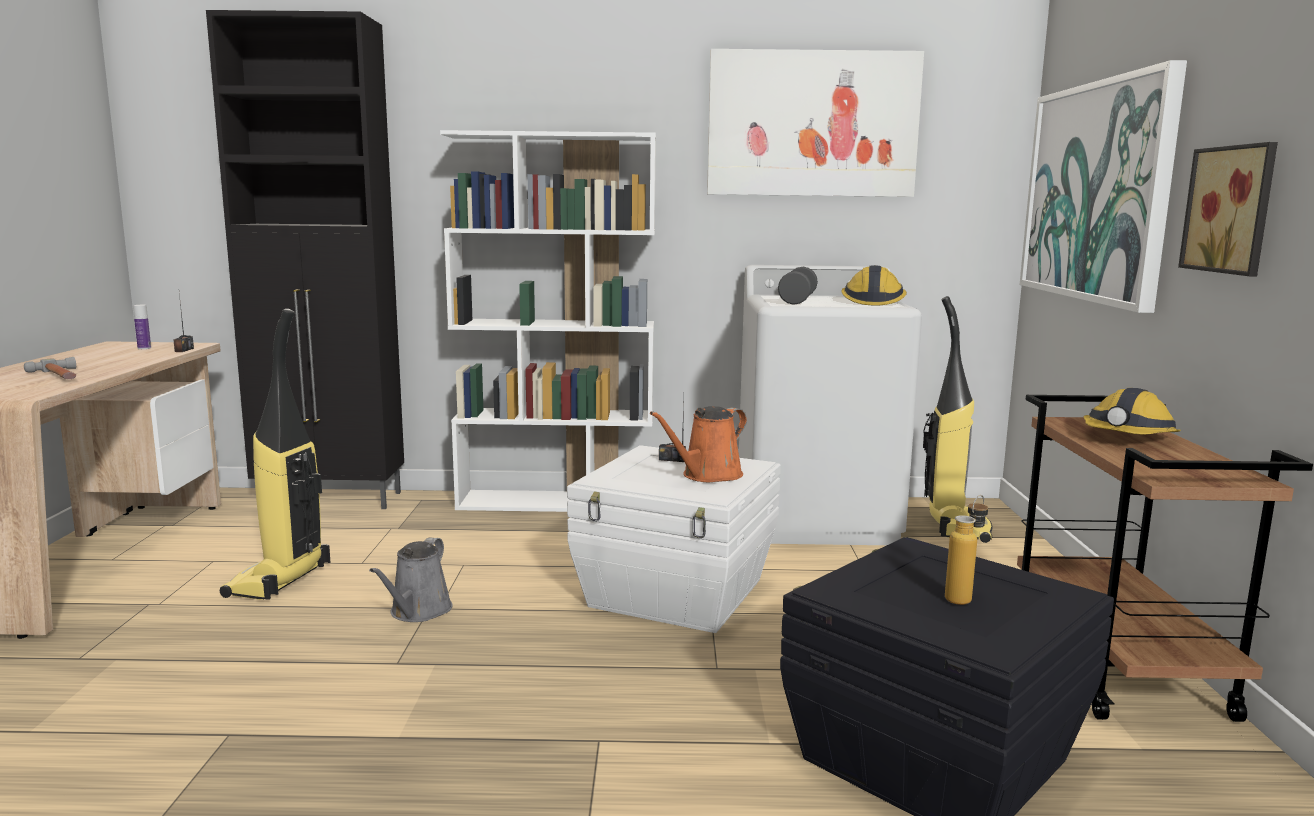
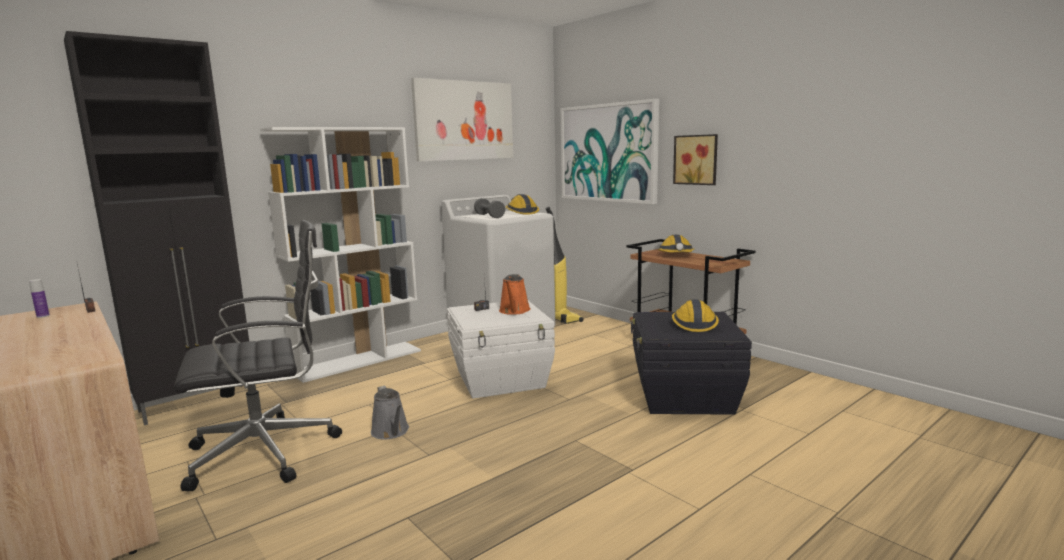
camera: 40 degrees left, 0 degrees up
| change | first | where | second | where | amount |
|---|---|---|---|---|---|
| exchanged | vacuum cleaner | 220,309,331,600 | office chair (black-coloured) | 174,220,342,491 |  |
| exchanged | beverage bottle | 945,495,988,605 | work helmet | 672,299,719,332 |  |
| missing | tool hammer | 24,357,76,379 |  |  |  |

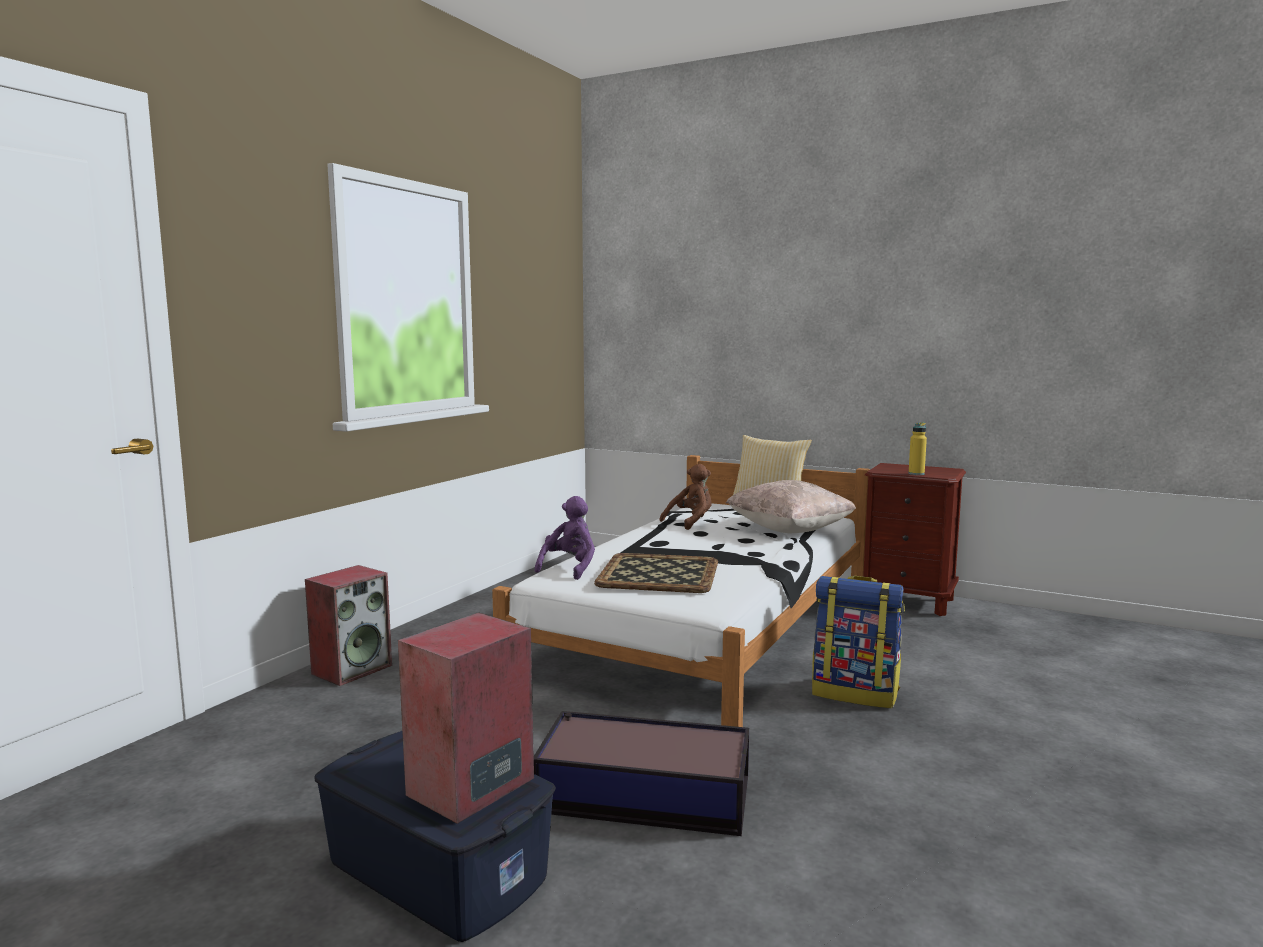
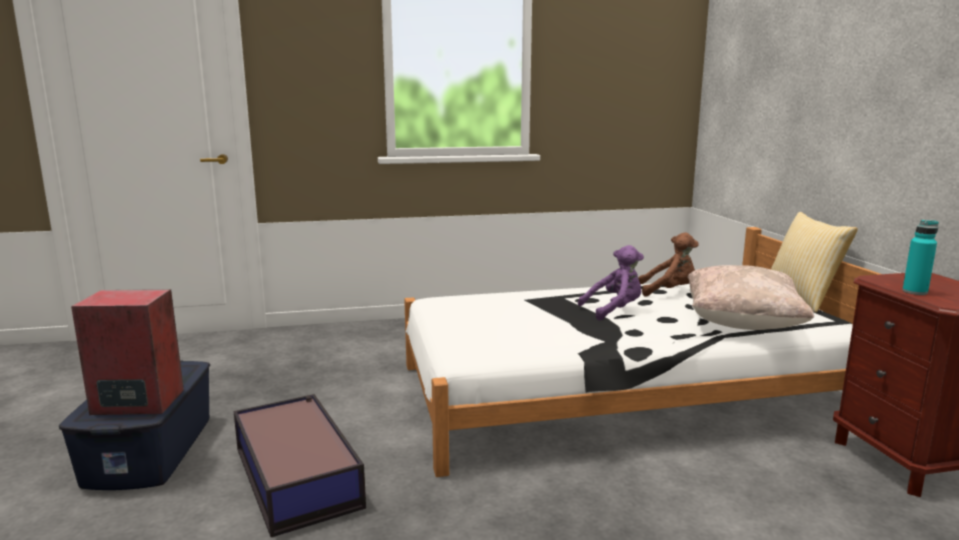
camera: 50 degrees right, 5 degrees up
| change | first | where | second | where | amount |
|---|---|---|---|---|---|
| relocated | cuddly toy (purple) | 535,496,595,580 |  | 578,245,644,320 |  |
| colour | beverage bottle (yellow) | 909,422,927,475 | beverage bottle (turquoise-coloured) | 902,220,938,295 |  |
| missing | audio speaker | 305,565,392,686 |  |  |  |
| missing | carrying tray | 594,553,718,593 |  |  |  |
| missing | rucksack | 812,576,905,708 |  |  |  |

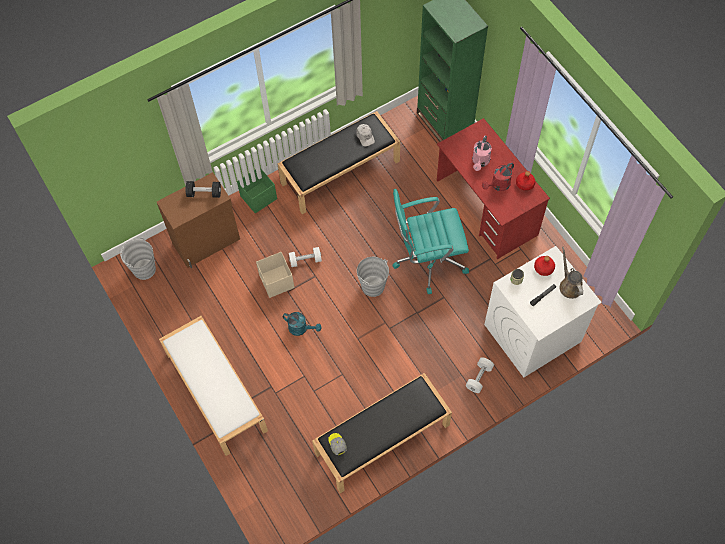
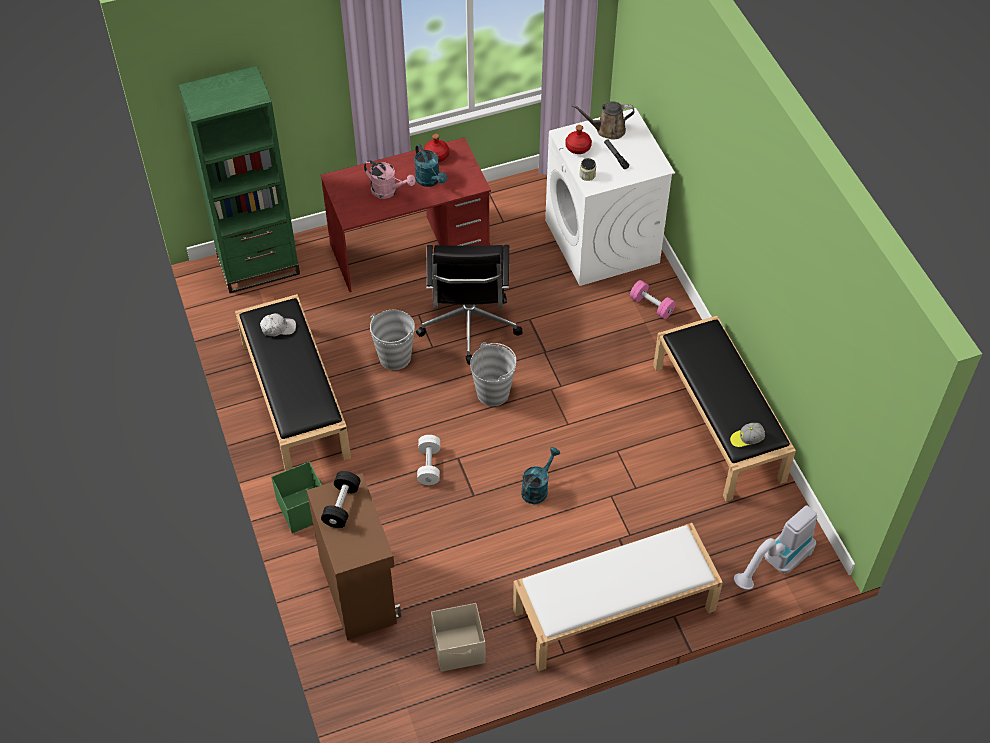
camera: 80 degrees left, 10 degrees down
| change | first | where | second | where | amount |
|---|---|---|---|---|---|
| relocated | water bucket (gray) | 120,237,156,280 |  | 370,310,415,370 |  |
| colour | watering pot (red-coloured) | 482,162,514,191 | watering pot (turquoise-coloured) | 414,144,447,187 |  |
| colour | office chair (turquoise-coloured) | 392,189,469,294 | office chair (black-coloured) | 416,245,522,365 |  |
| relocated | storage bin (sand-coloured) | 256,252,294,298 |  | 431,603,486,672 |  |
| colour | dumbbell (white-coloured) | 466,357,494,393 | dumbbell (pink) | 630,280,676,319 |  |
| appeared |  |  | vacuum cleaner | 734,506,817,590 |  |

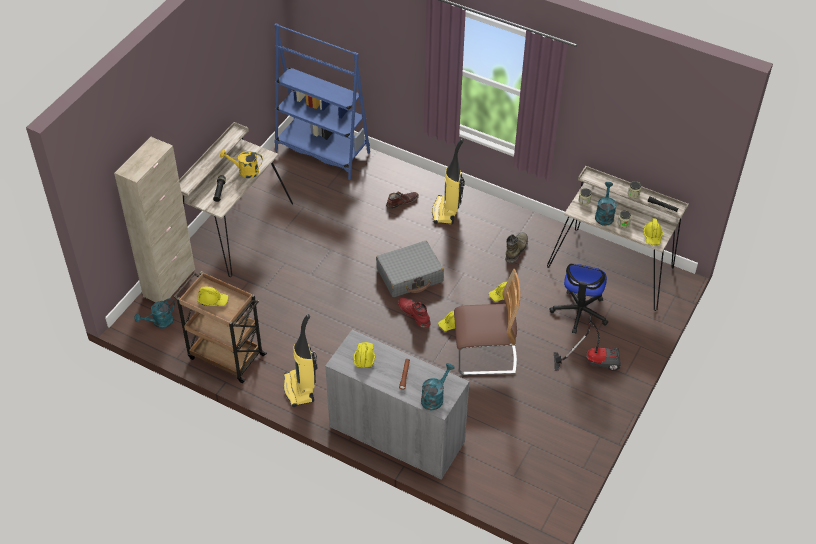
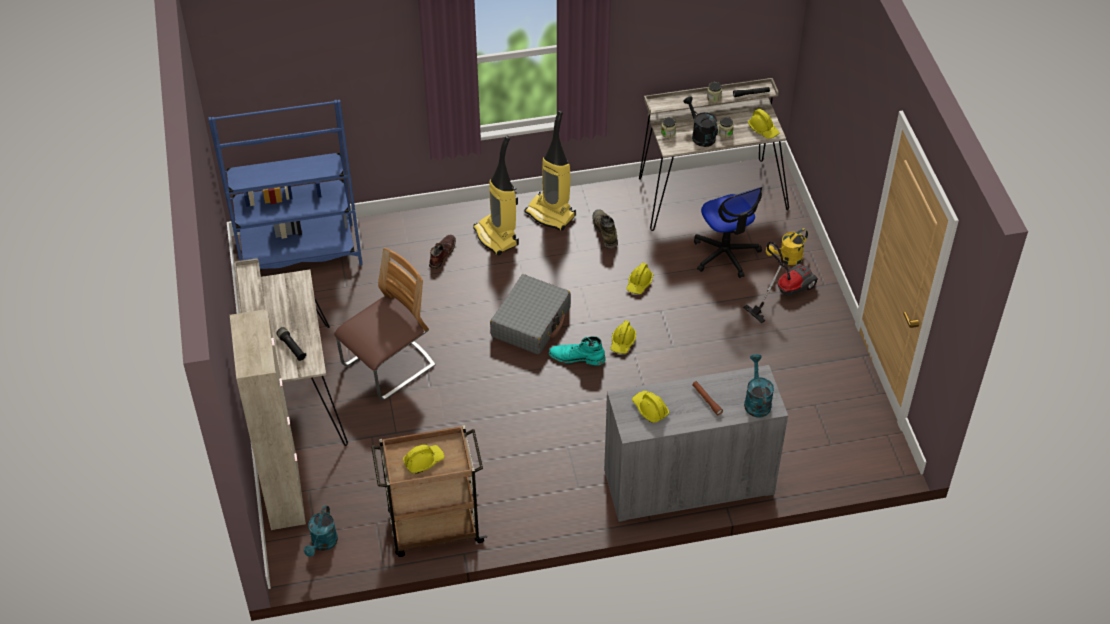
camera: 40 degrees left, 0 degrees up
| change | first | where | second | where | amount |
|---|---|---|---|---|---|
| relocated | chair | 454,269,520,375 |  | 334,248,435,400 |  |
| relocated | vacuum cleaner | 284,314,317,407 |  | 525,110,576,231 |  |
| colour | boot (red-coloured) | 398,298,431,328 | boot (turquoise-coloured) | 549,336,606,365 |  |
| colour | watering pot (turquoise-coloured) | 595,182,617,226 | watering pot (black-coloured) | 683,96,718,147 |  |
| relocated | watering pot (yellow) | 220,150,263,178 |  | 766,229,808,265 |  |

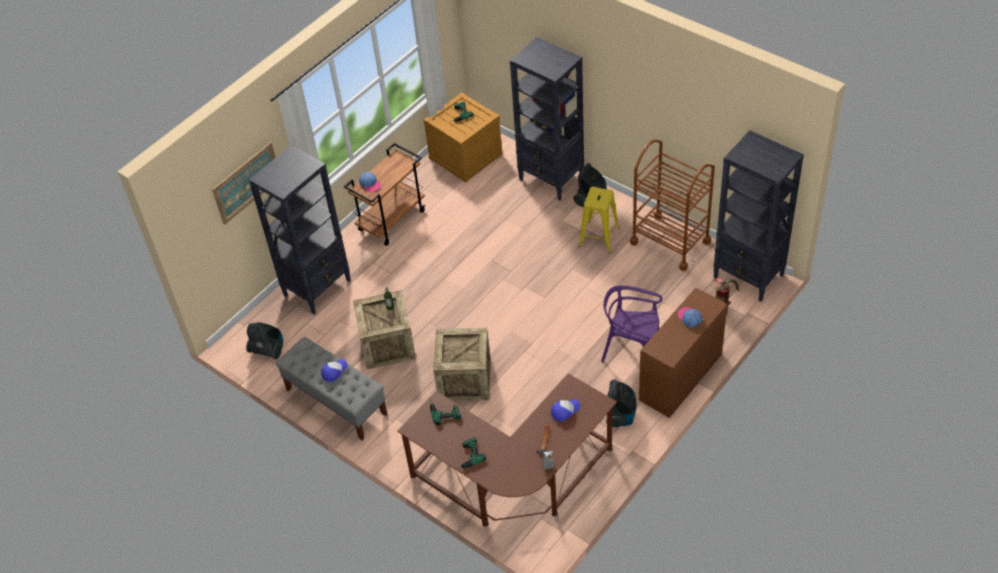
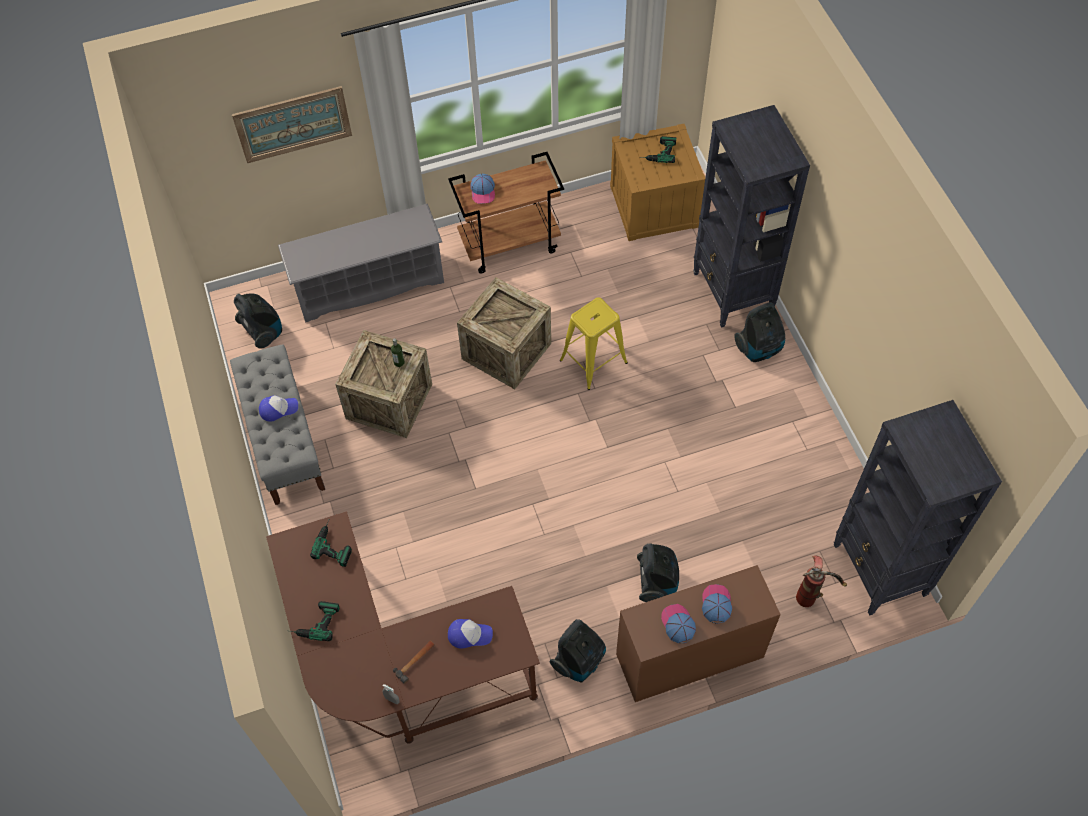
camera: 30 degrees right, 10 degrees up
| change | first | where | second | where | amount |
|---|---|---|---|---|---|
| exchanged | bookcase (black-coloured) | 249,145,351,314 | shoe shelf (gray) | 278,204,444,323 |  |
| relocated | shipping crate | 433,328,491,401 |  | 457,277,551,389 |  |
| relocated | stool seat (yellow) | 578,187,620,253 |  | 560,297,628,390 |  |
| exchanged | chair (purple) | 601,285,663,363 | vacuum cleaner | 637,543,679,602 |  |
| appeared |  |  | baseball cap | 661,604,696,643 |  |
| missing | cart (brown-coloured) | 630,139,715,271 |  |  |  |

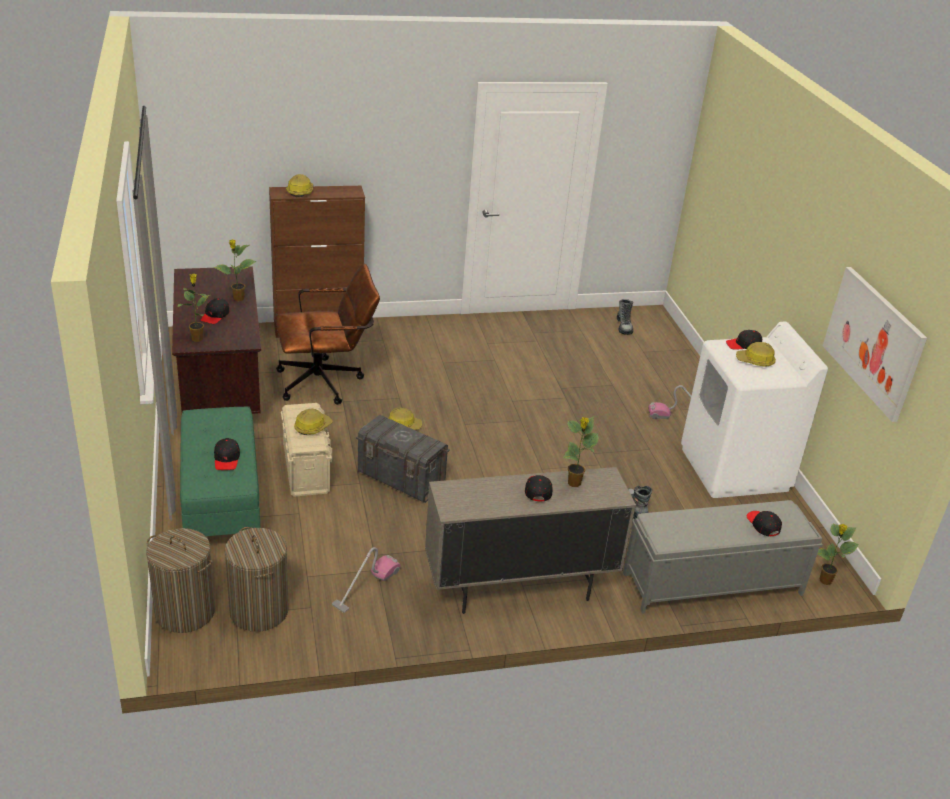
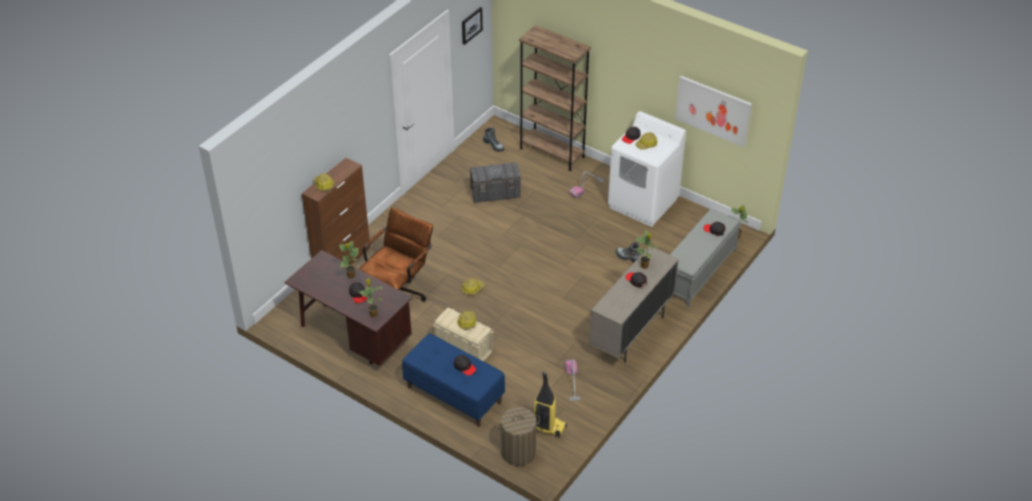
camera: 40 degrees left, 10 degrees up
| change | first | where | second | where | amount |
|---|---|---|---|---|---|
| colour | long seat (green-coloured) | 180,406,260,536 | long seat (blue-coloured) | 402,334,505,427 |  |
| appeared |  |  | wall art | 462,7,483,45 |  |
| relocated | storage bin (gray) | 356,415,450,503 |  | 469,162,521,203 |  |
| appeared |  |  | bookcase (brown-coloured) | 519,25,591,171 |  |
| exchanged | washing basket | 224,527,289,632 | vacuum cleaner | 534,371,567,438 |  |

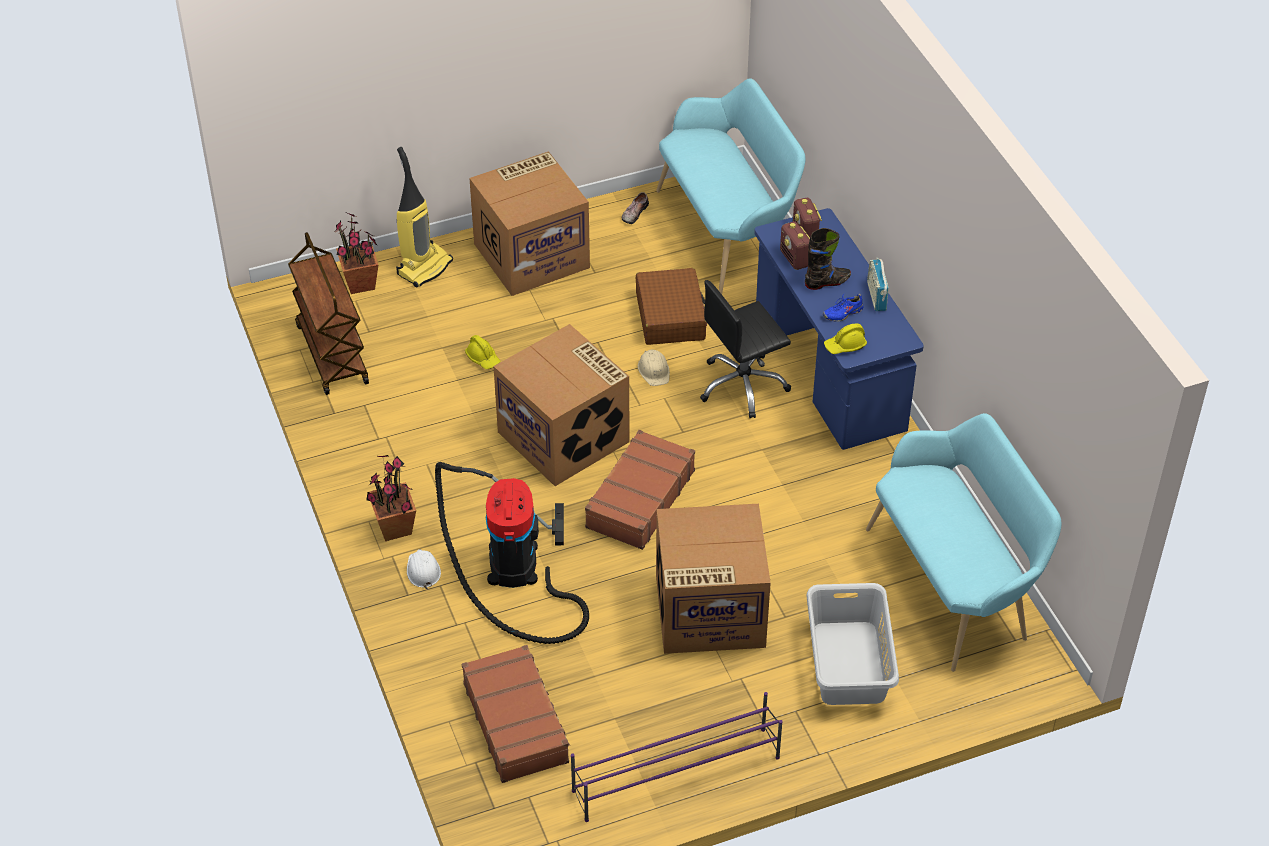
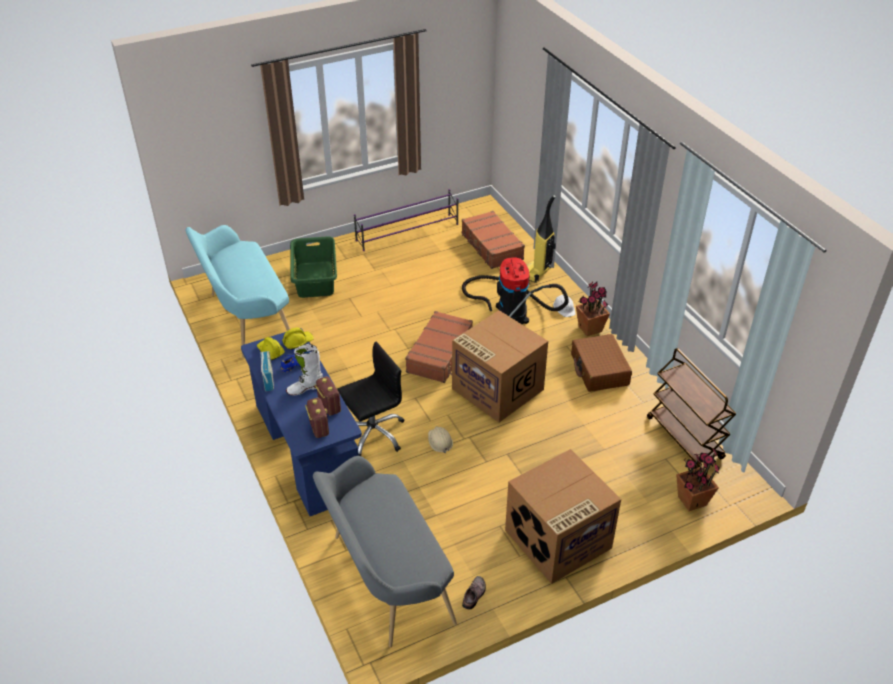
camera: 175 degrees right, 5 degrees down
| change | first | where | second | where | amount |
|---|---|---|---|---|---|
| relocated | work helmet (yellow) | 465,335,500,369 |  | 257,337,285,360 |  |
| colour | boot (black-coloured) | 805,228,851,290 | boot (white-coloured) | 286,344,323,395 |  |
| colour | washing basket (gray) | 806,583,899,705 | washing basket (green-coloured) | 290,236,337,298 |  |
| colour | long seat (turquoise-coloured) | 656,78,806,294 | long seat (gray) | 313,456,457,647 |  |
| relocated | vacuum cleaner | 396,147,453,287 |  | 527,195,556,283 |  |
| relocated | travel case (brown-coloured) | 635,268,707,345 |  | 571,334,632,392 |  |
| missing | packing box | 656,504,771,654 |  |  |  |

